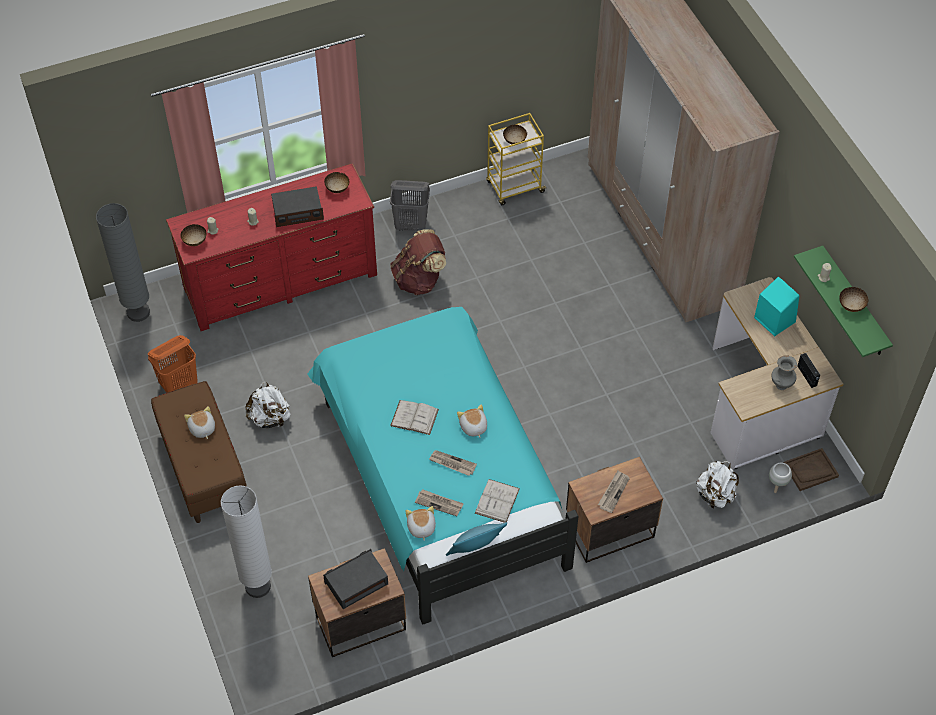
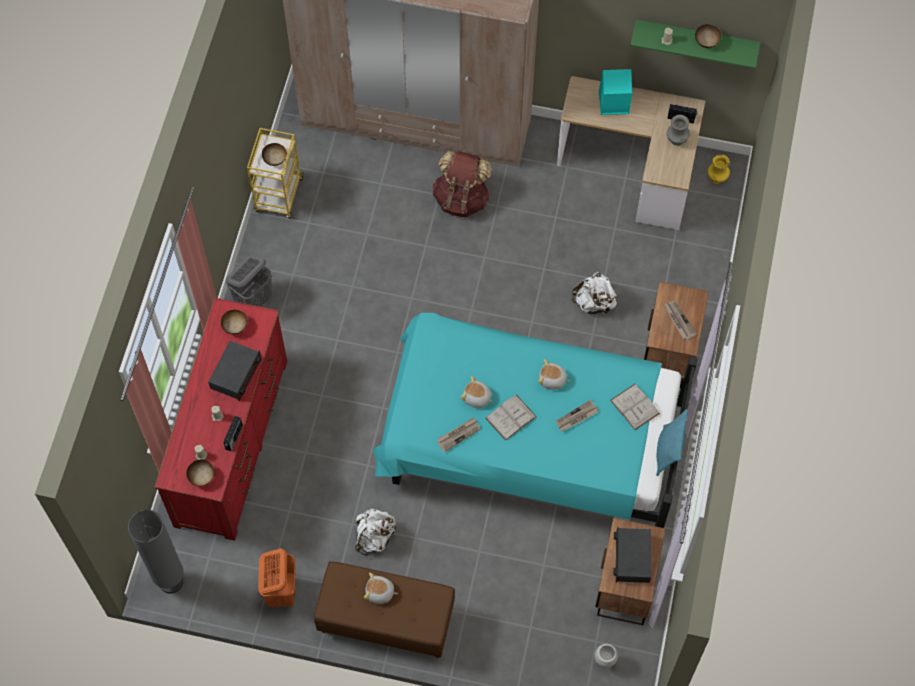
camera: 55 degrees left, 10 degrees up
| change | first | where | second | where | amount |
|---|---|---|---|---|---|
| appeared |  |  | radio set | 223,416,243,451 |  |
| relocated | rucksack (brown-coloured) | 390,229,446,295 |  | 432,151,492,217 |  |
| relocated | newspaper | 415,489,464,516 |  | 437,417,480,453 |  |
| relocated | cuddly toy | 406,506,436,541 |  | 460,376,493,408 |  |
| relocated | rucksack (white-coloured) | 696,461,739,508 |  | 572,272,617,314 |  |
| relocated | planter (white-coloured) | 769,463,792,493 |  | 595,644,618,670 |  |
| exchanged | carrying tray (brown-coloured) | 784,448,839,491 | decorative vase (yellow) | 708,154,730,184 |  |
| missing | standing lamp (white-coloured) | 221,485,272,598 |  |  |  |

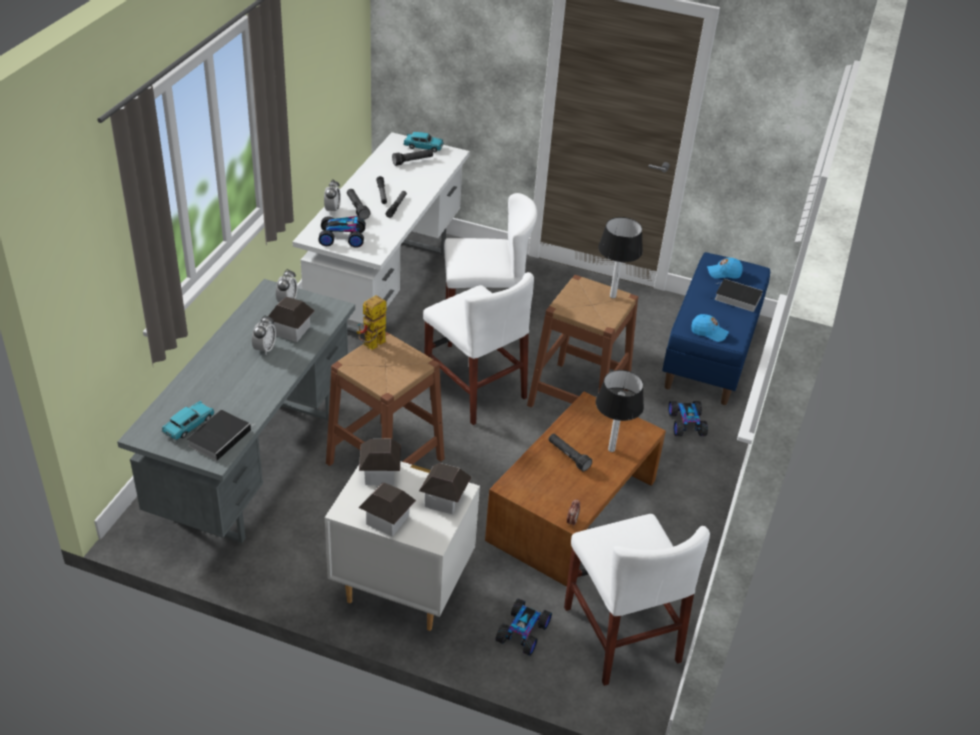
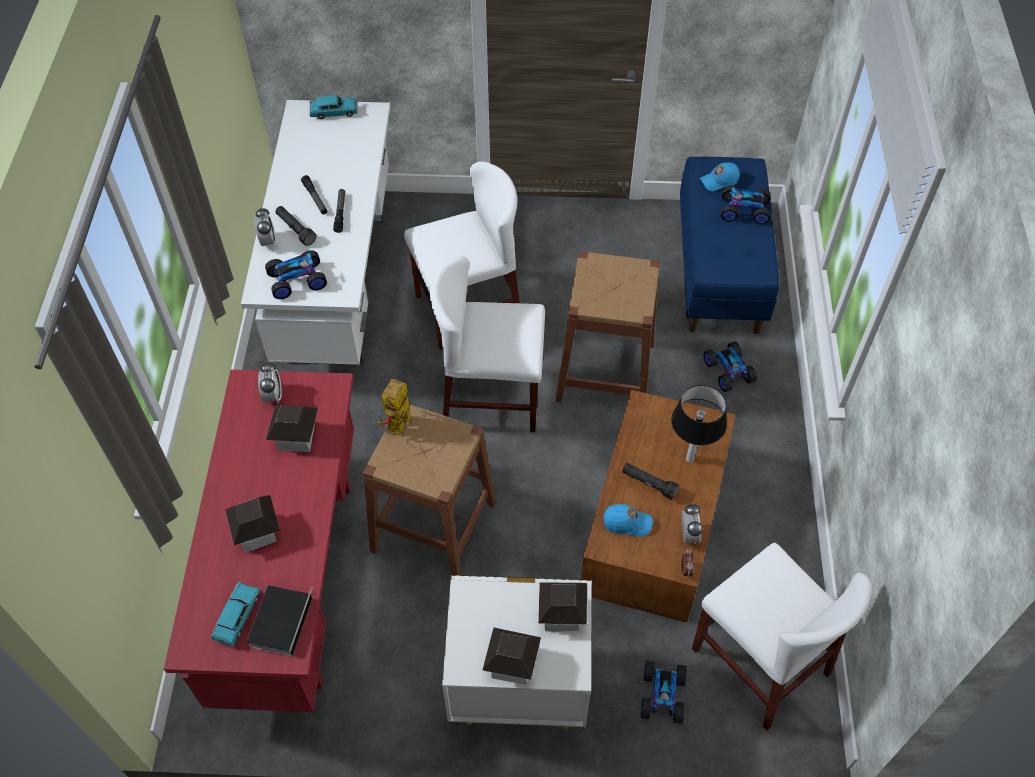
camera: 15 degrees left, 15 degrees up
| change | first | where | second | where | amount |
|---|---|---|---|---|---|
| colour | desk unit (gray) | 117,279,355,543 | desk unit (red-coloured) | 164,370,354,712 |  |
| relocated | model house | 359,438,401,485 |  | 225,495,280,552 |  |
| spun | chair (white-coloured) | 423,272,534,425 |  | 430,256,545,432 | 150 degrees clockwise |
| relocated | baseball cap (blue-coloured) | 691,314,729,342 |  | 603,504,653,537 |  |
| relocated | bedside clock | 252,315,276,355 |  | 682,503,703,544 |  |
| exchanged | book | 714,279,763,312 | toy car | 721,186,771,225 |  |
| missing | torch (black-coloured) | 392,149,433,166 |  |  |  |
| missing | tabletop lamp | 598,217,643,298 |  |  |  |

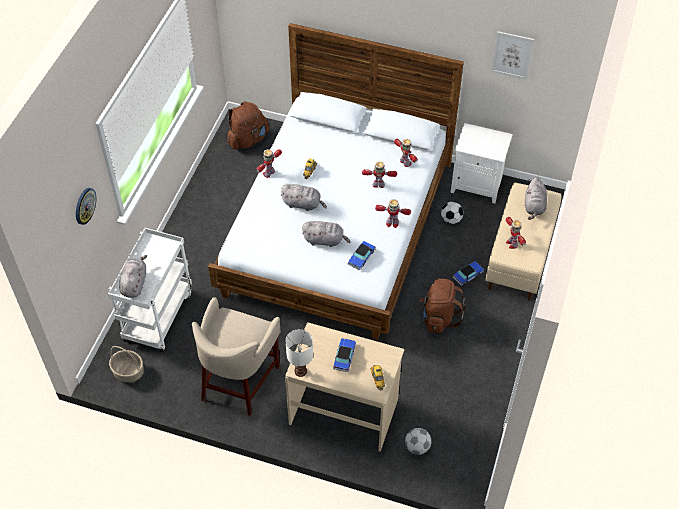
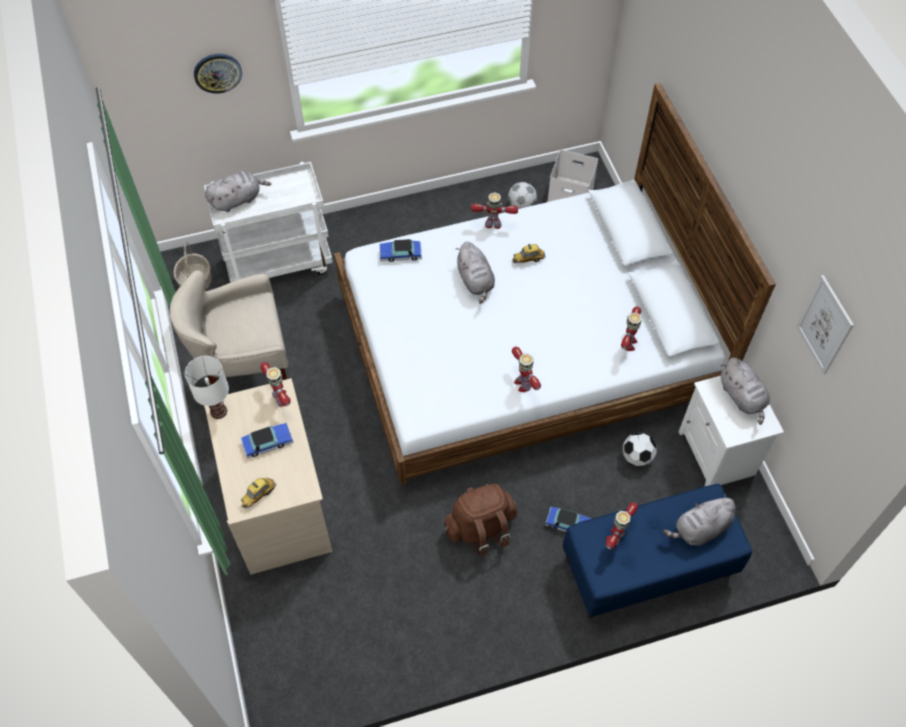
camera: 55 degrees right, 5 degrees up
| change | first | where | second | where | amount |
|---|---|---|---|---|---|
| relocated | robot figure | 362,161,397,188 |  | 260,362,291,406 |  |
| relocated | toy car | 348,241,376,270 |  | 379,239,422,262 |  |
| relocated | football | 405,428,431,455 |  | 508,182,537,209 |  |
| exchanged | rucksack (brown-coloured) | 227,101,269,149 | storage bin (white-coloured) | 547,150,598,202 |  |
| colour | long seat (sand-coloured) | 485,183,561,301 | long seat (blue-coloured) | 563,484,752,619 |  |
| relocated | cuddly toy (gray) | 302,221,351,247 |  | 720,357,770,425 |  |

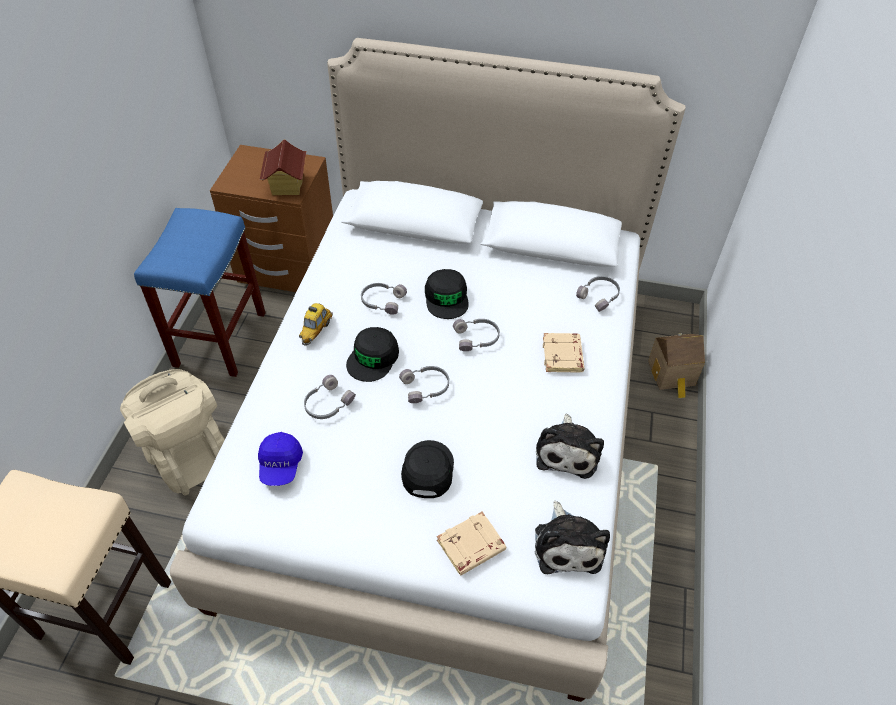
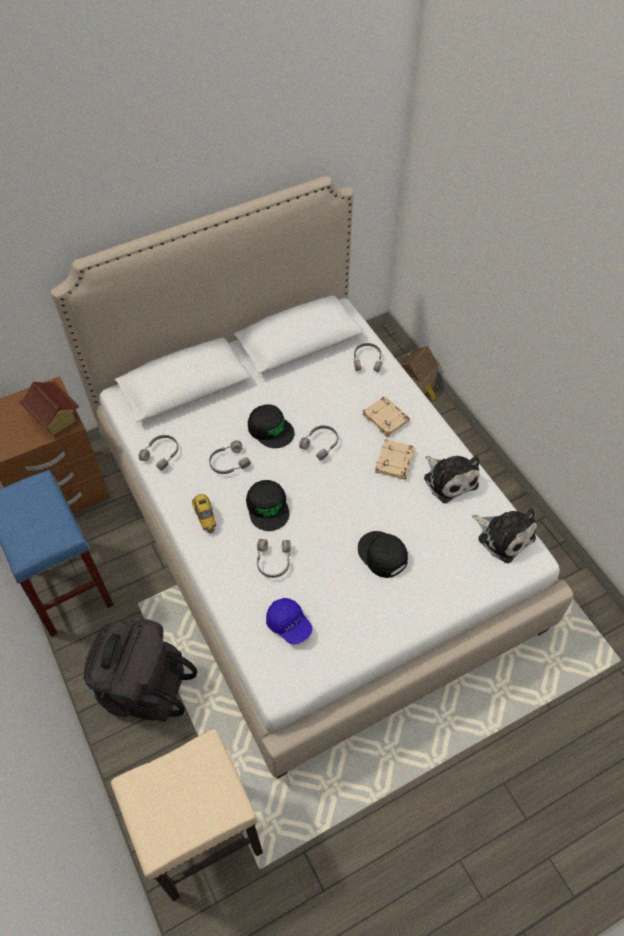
camera: 40 degrees left, 5 degrees up
| change | first | where | second | where | amount |
|---|---|---|---|---|---|
| colour | rucksack (sand-coloured) | 120,369,225,495 | rucksack (black-coloured) | 84,619,197,722 |  |
| relocated | pair of headphones (gray) | 399,366,449,403 |  | 139,435,178,471 |  |
| relocated | book (sand-coloured) | 437,512,506,576 |  | 375,439,415,480 |  |

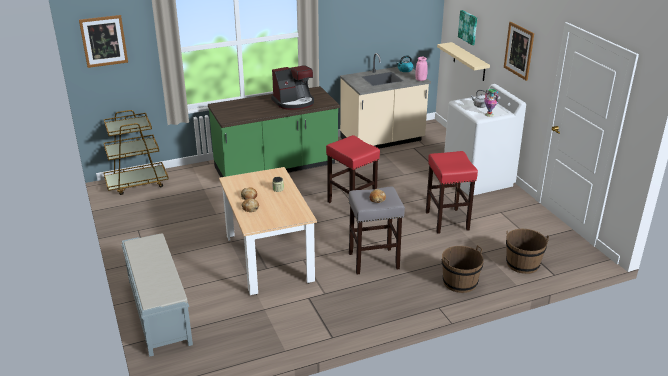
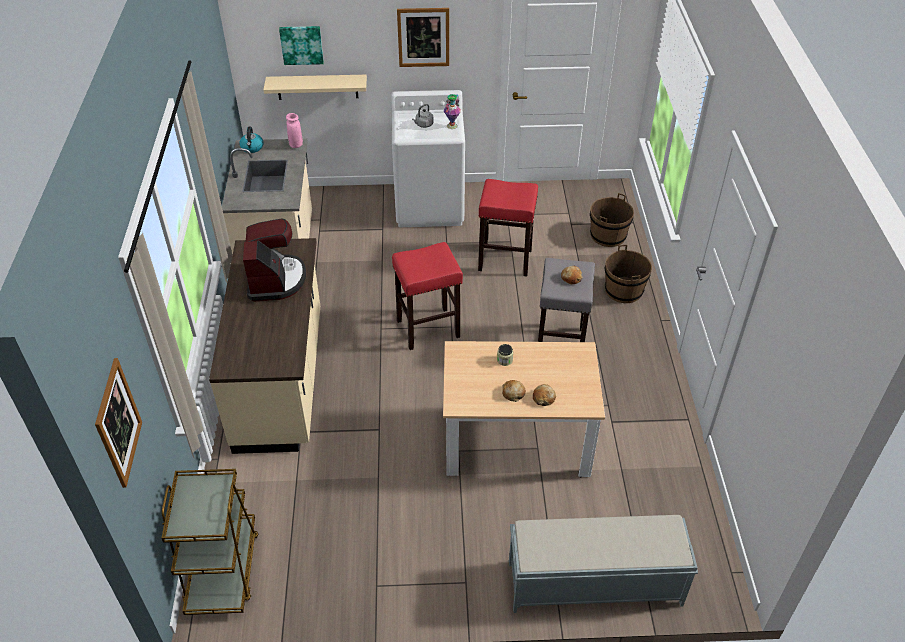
camera: 70 degrees left, 15 degrees up
| change | first | where | second | where | amount |
|---|---|---|---|---|---|
| colour | kitchen counter (green-coloured) | 208,86,340,177 | kitchen counter (sand-coloured) | 209,238,320,454 |  |

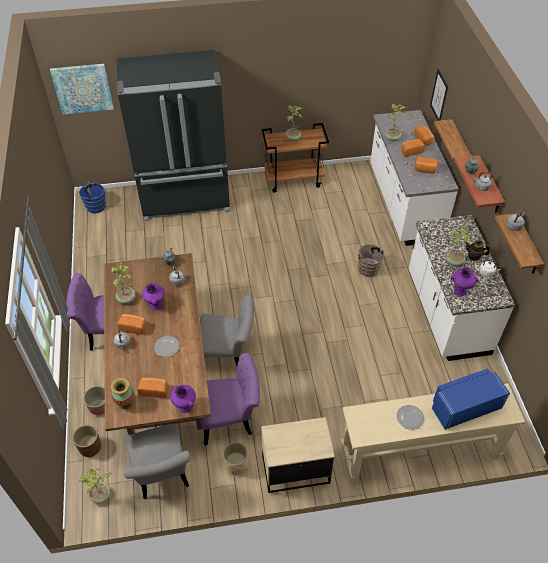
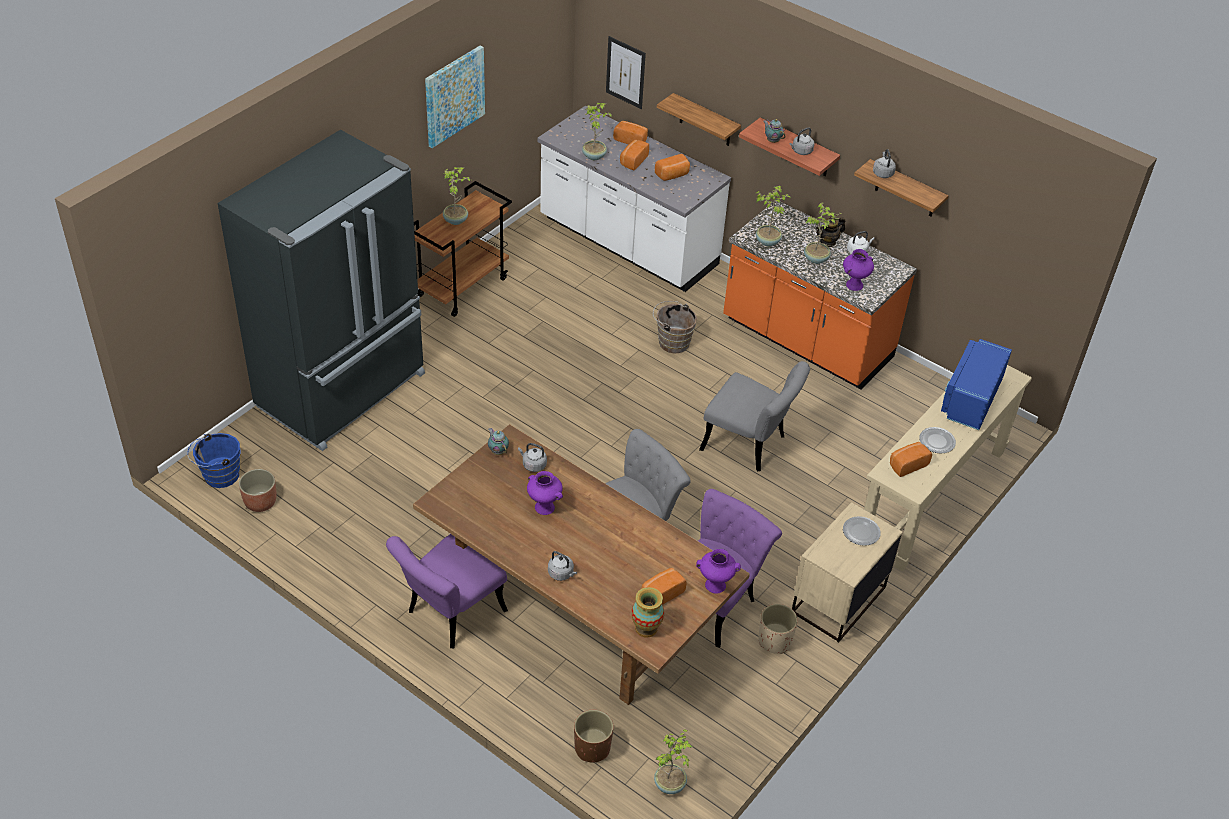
camera: 45 degrees left, 5 degrees down
| change | first | where | second | where | amount |
|---|---|---|---|---|---|
| relocated | planter | 84,386,105,415 |  | 239,469,277,512 |  |
| relocated | wall art | 50,64,114,115 |  | 425,45,485,148 |  |
| relocated | chair (gray) | 124,423,190,500 |  | 699,361,810,472 |  |
| colour | kitchen counter (white-coloured) | 409,215,515,361 | kitchen counter (orangey) | 723,201,917,389 |  |
| relocated | plant in a pot | 111,263,136,304 |  | 756,186,791,246 |  |
| relocated | dinner plate | 154,336,180,357 |  | 843,516,881,546 |  |
| relocated | bakery bread | 118,314,146,335 |  | 890,442,932,477 |  |

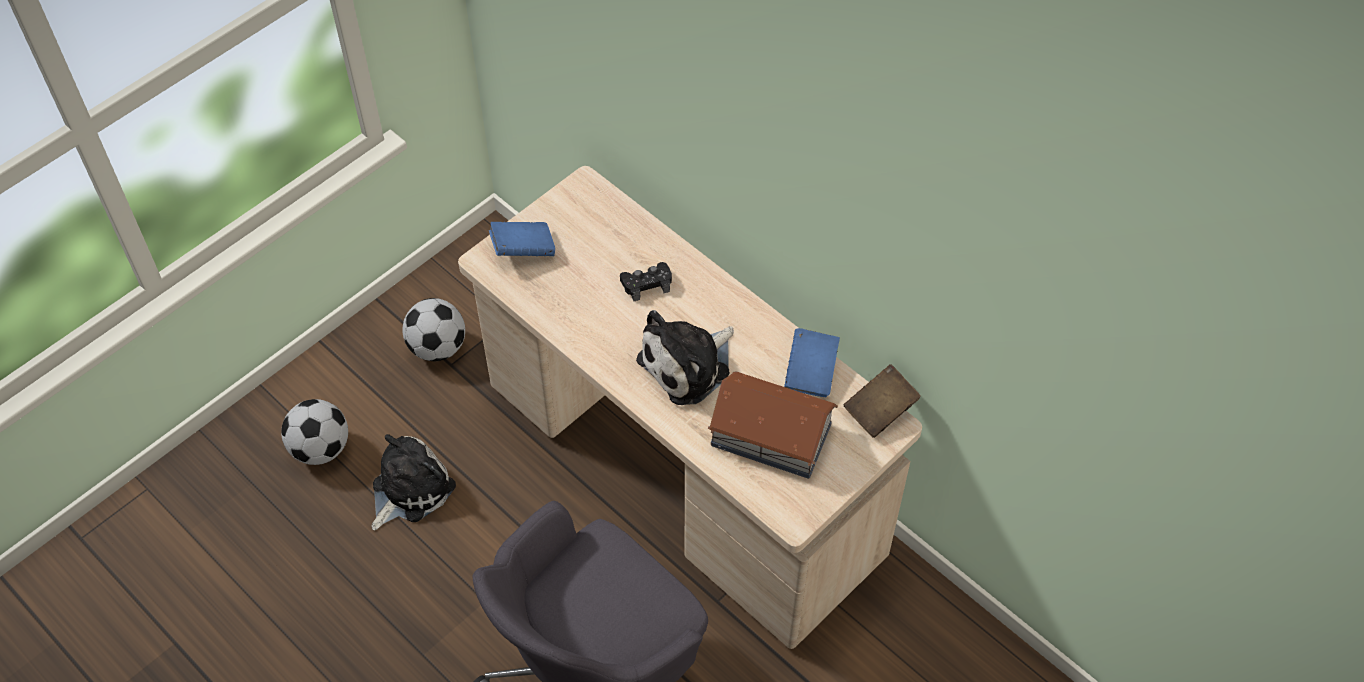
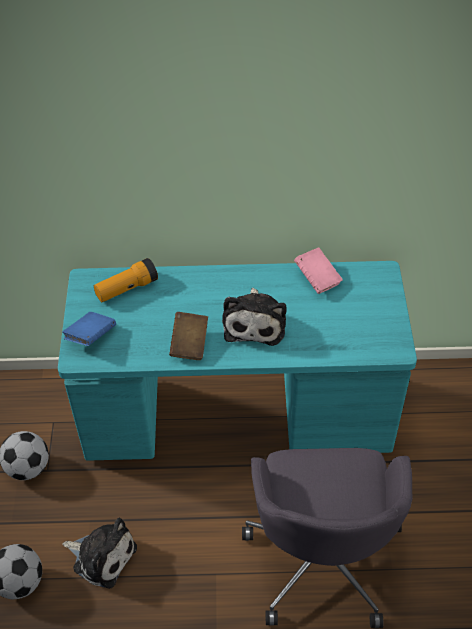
camera: 45 degrees left, 5 degrees down
| change | first | where | second | where | amount |
|---|---|---|---|---|---|
| colour | desk unit (sand-coloured) | 458,166,922,649 | desk unit (turquoise-coloured) | 58,261,417,461 |  |
| spun | cuddly toy | 372,434,456,530 |  | 62,518,137,589 | 120 degrees clockwise |
| appeared |  |  | torch | 94,258,158,302 |  |
| relocated | book (brown-coloured) | 843,364,921,438 |  | 169,312,208,360 |  |
| colour | book (blue-coloured) | 784,328,840,397 | book (pink) | 294,247,343,294 |  |
| missing | gamepad (black-coloured) | 620,262,672,301 |  |  |  |
| missing | model house | 708,371,838,479 |  |  |  |

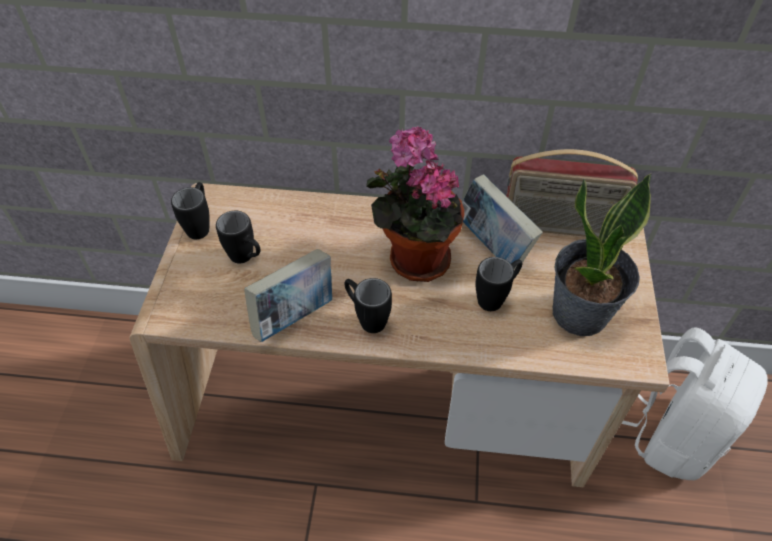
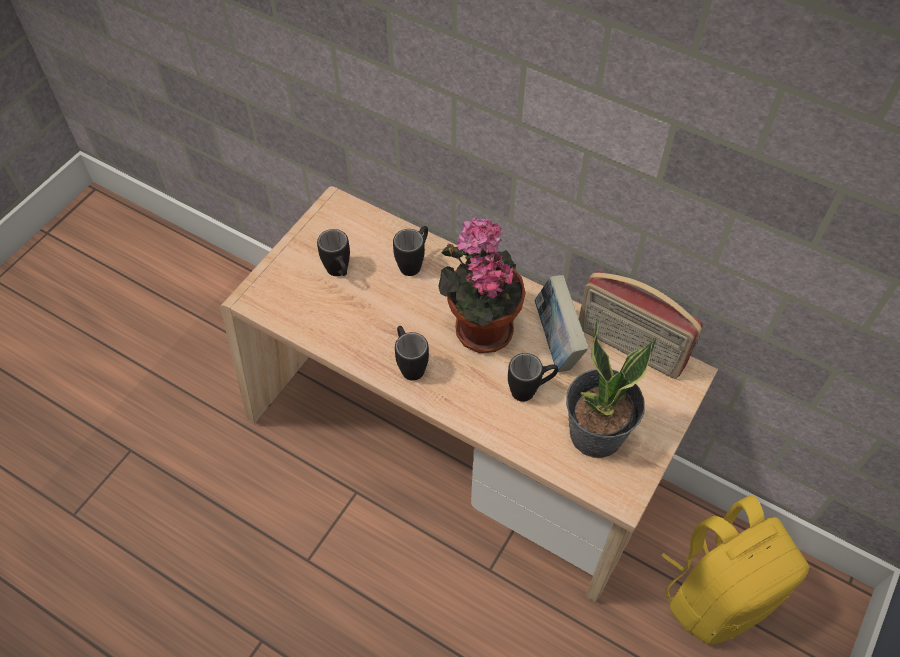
camera: 25 degrees right, 5 degrees up
| change | first | where | second | where | amount |
|---|---|---|---|---|---|
| relocated | tea mug (black-coloured) | 171,182,209,239 |  | 393,226,428,276 |  |
| colour | rucksack (white-coloured) | 622,327,768,480 | rucksack (yellow) | 661,495,809,645 |  |
| missing | book | 244,249,332,342 |  |  |  |

